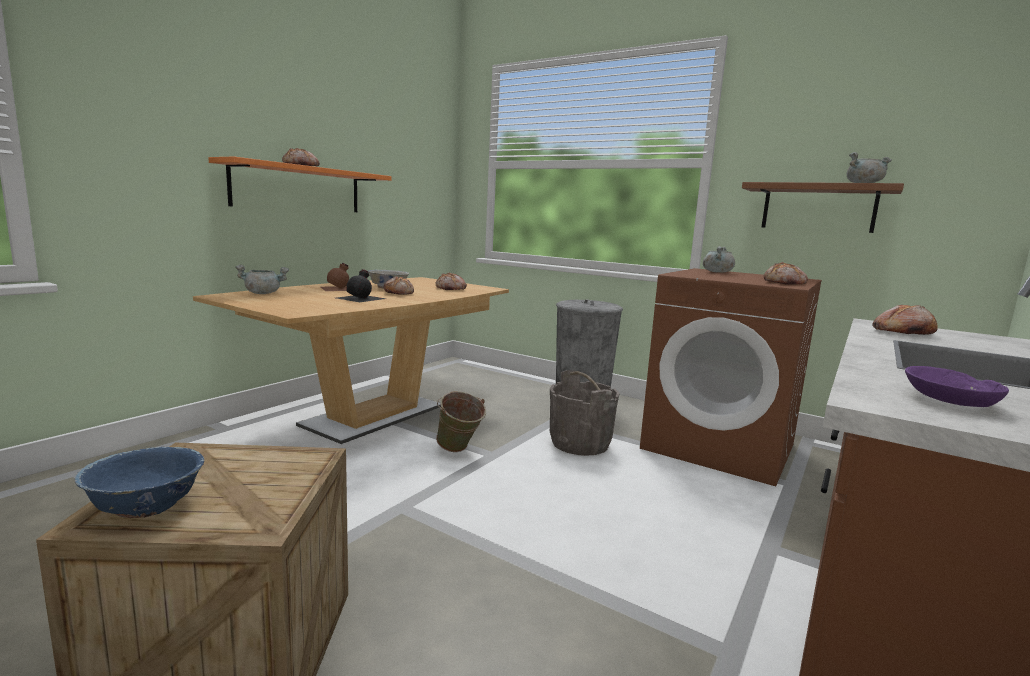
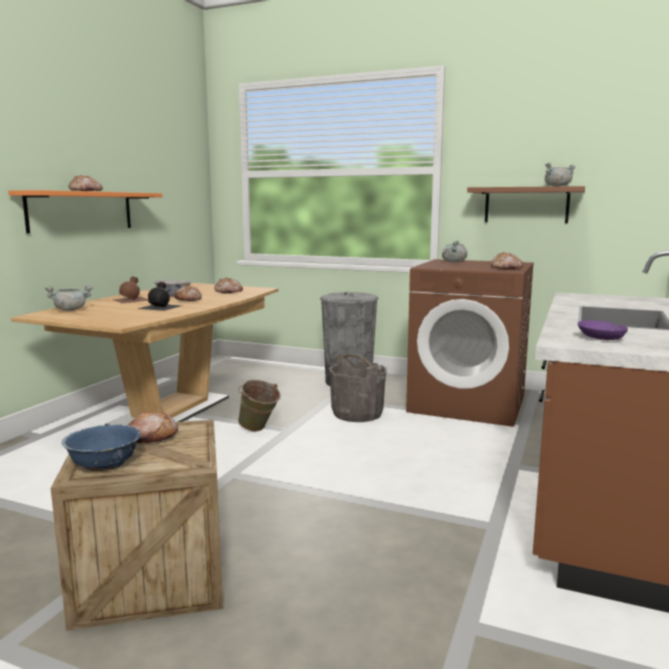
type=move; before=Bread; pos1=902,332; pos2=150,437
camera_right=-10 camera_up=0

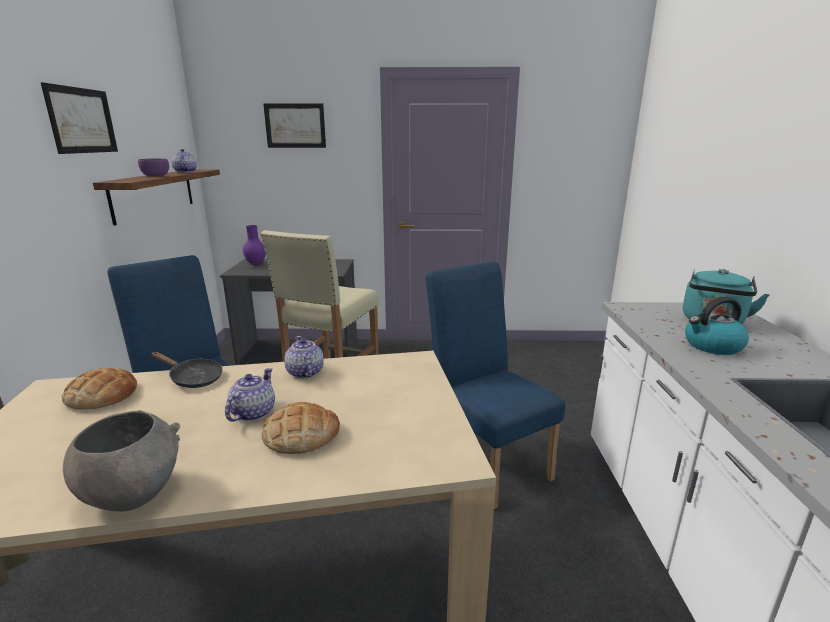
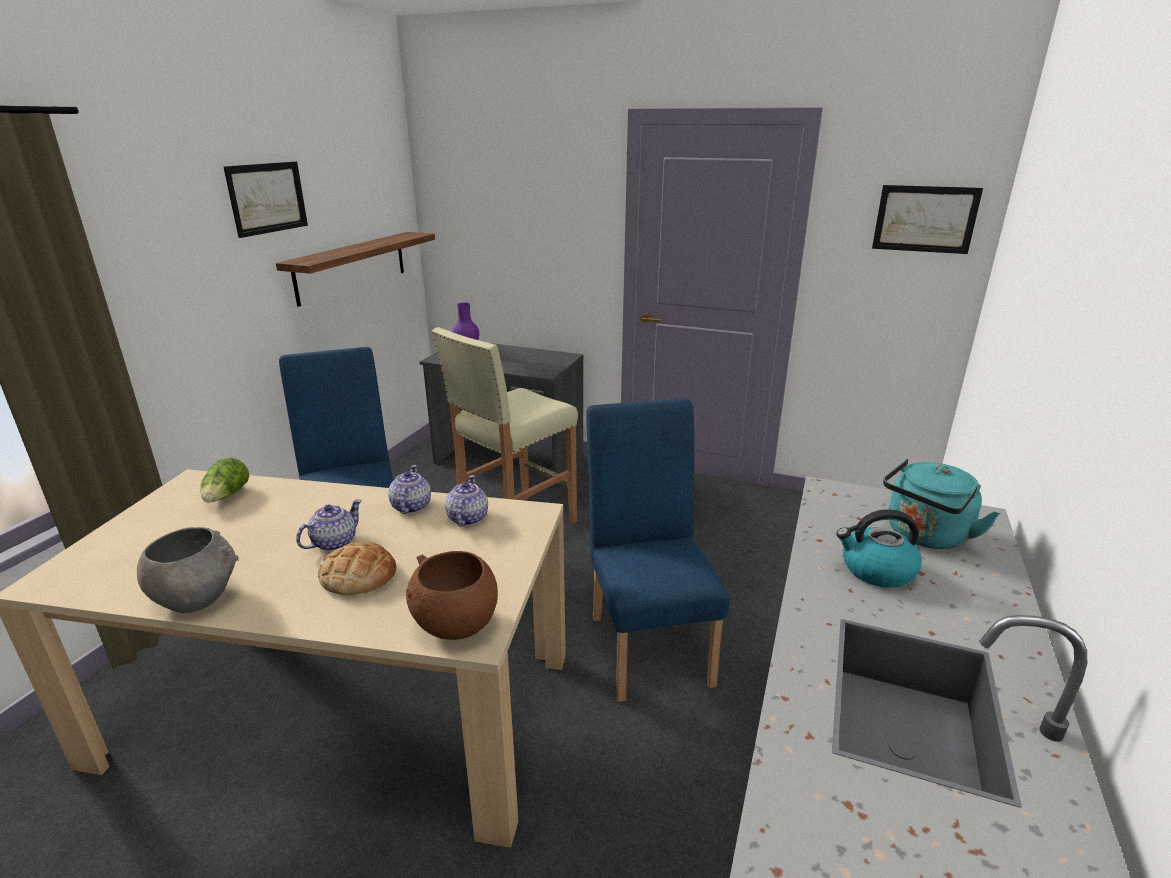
type=delete; before=PurpleBowl; pos1=156,176
type=delete; before=BlackColouredPan; pos1=193,378
type=insert; after=BrownColouredBowl; pos2=455,626
type=move; before=TeaPot; pos1=185,172; pos2=467,518
type=move; before=WallArt; pos1=295,125; pos2=925,219
type=replace; before=Bread; after=LettuceHead; pos1=102,395; pos2=227,496
camera_right=20 camera_up=5

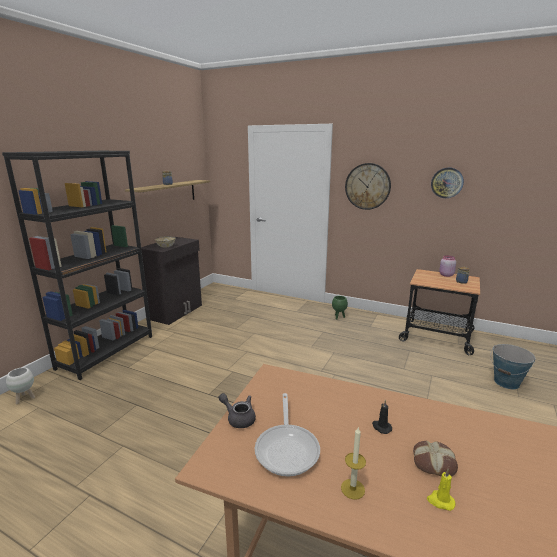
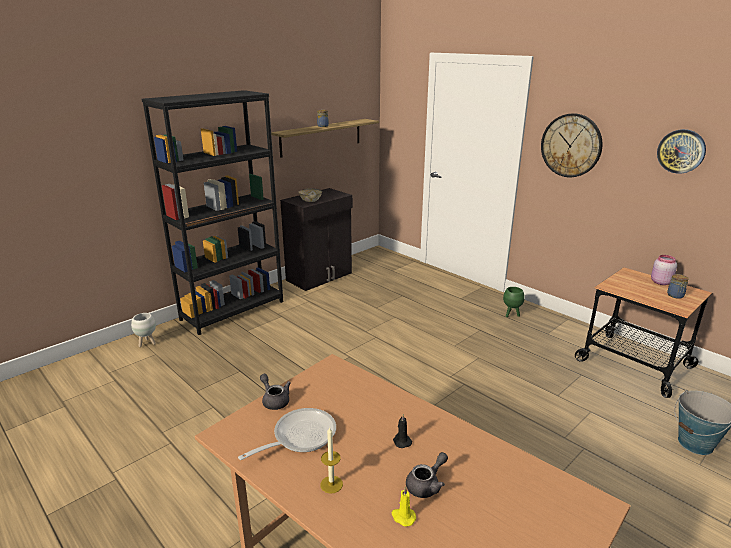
type=replace; before=Bread; after=GreyishTeaPot; pos1=434,462; pos2=426,485
type=rotate; before=Pan; pos1=287,448; pos2=299,436; turn=-150
camera_right=20 camera_up=5

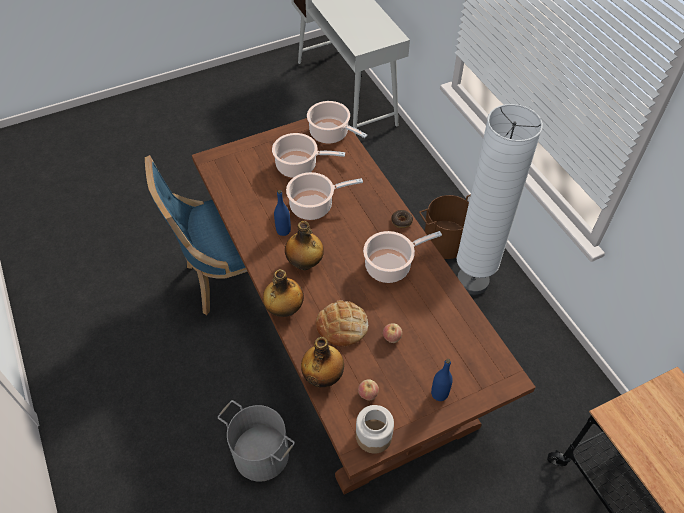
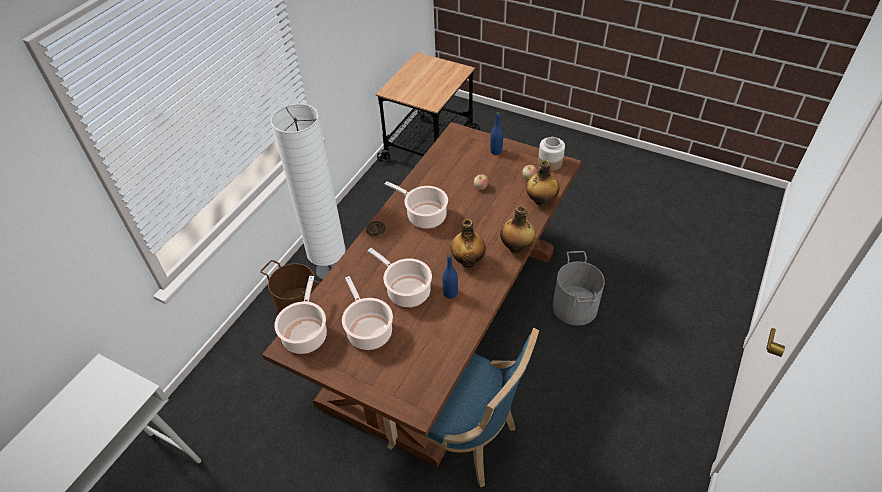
type=delete; before=Bread; pos1=342,326
camera_right=-125 camera_up=-5

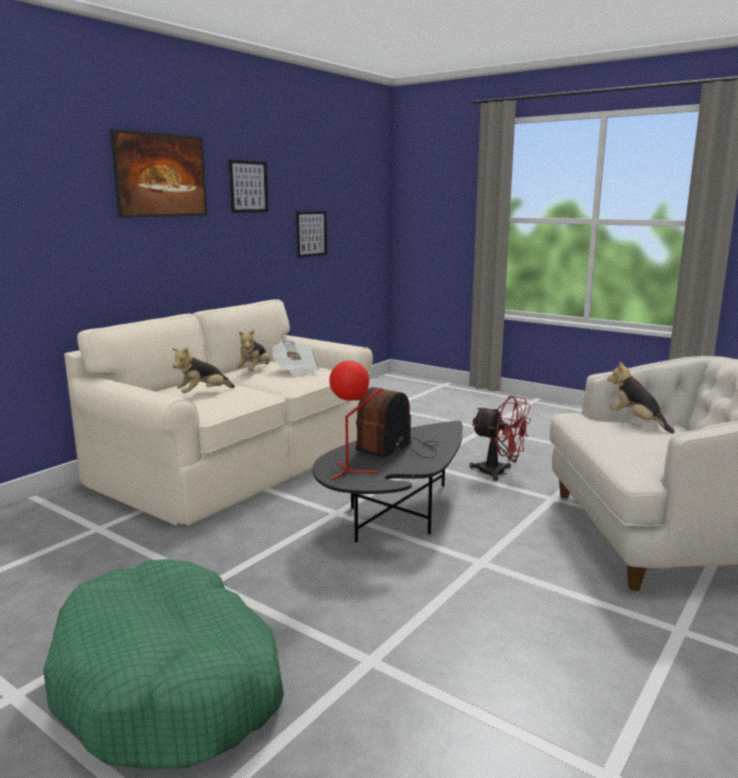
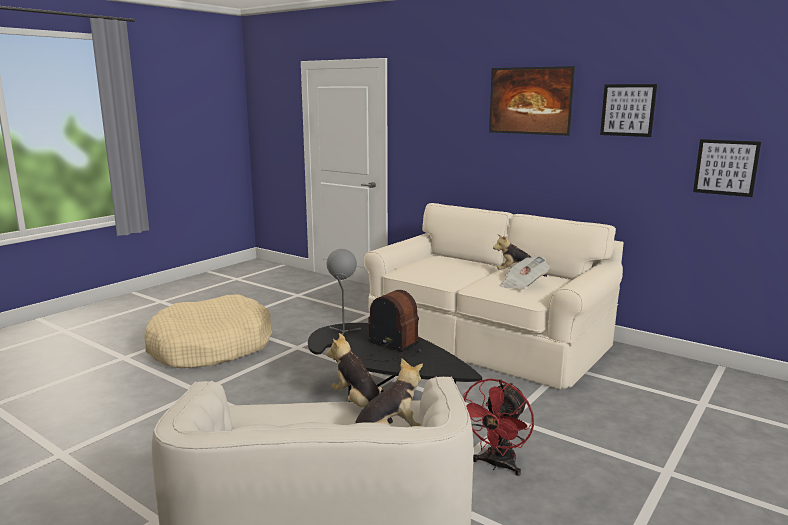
type=move; before=PlushToy; pos1=203,394; pos2=359,405
type=recolor; before=GreenDogCushion; after=BeigeColouredDogCushion; pos1=170,685; pos2=210,347
type=recolor; before=RedColouredTabletopLamp; after=GreyishTabletopLamp; pos1=351,472; pos2=343,333
camera_right=90 camera_up=0

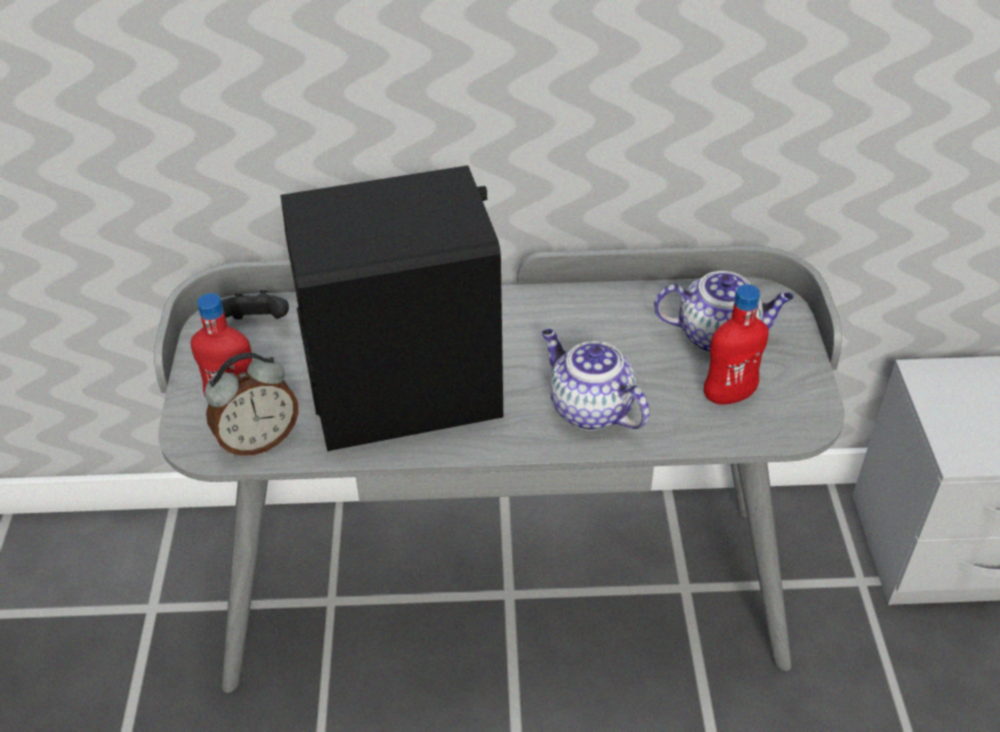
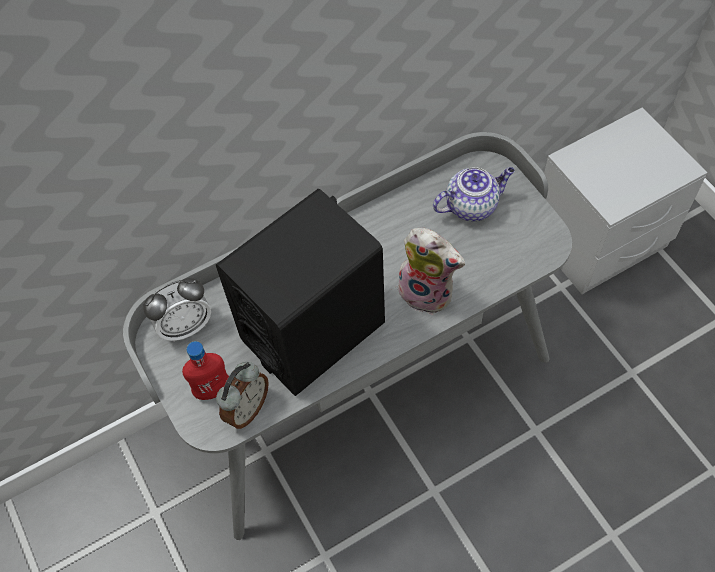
type=delete; before=RedColouredDrinkBottle; pos1=729,395
type=replace; before=BlackColouredGameController; after=TableClock; pos1=258,324; pos2=185,326
type=replace; before=TeaPot; after=PlushToy; pos1=589,409; pos2=428,292
camera_right=-25 camera_up=15

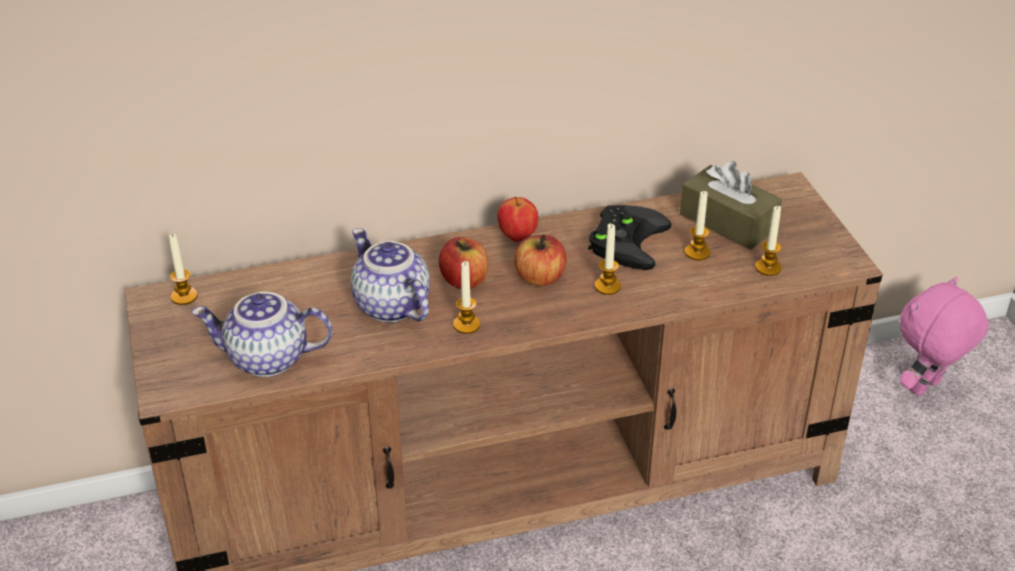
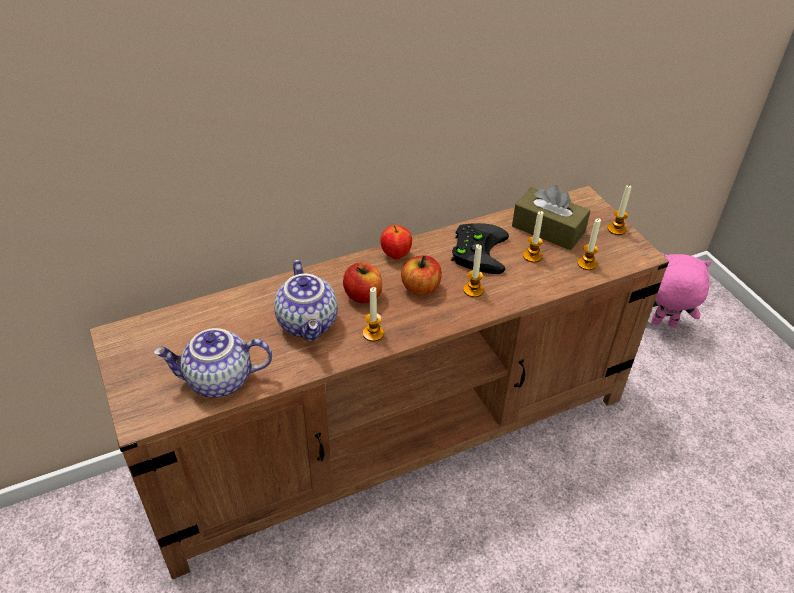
type=move; before=WaxCandle; pos1=184,296; pos2=616,229
type=rotate; before=TeaPot; pos1=389,306; pos2=309,323; turn=-150
type=rotate; before=PinkishPlushToy; pos1=926,388; pos2=663,324; turn=60
camera_right=-10 camera_up=5

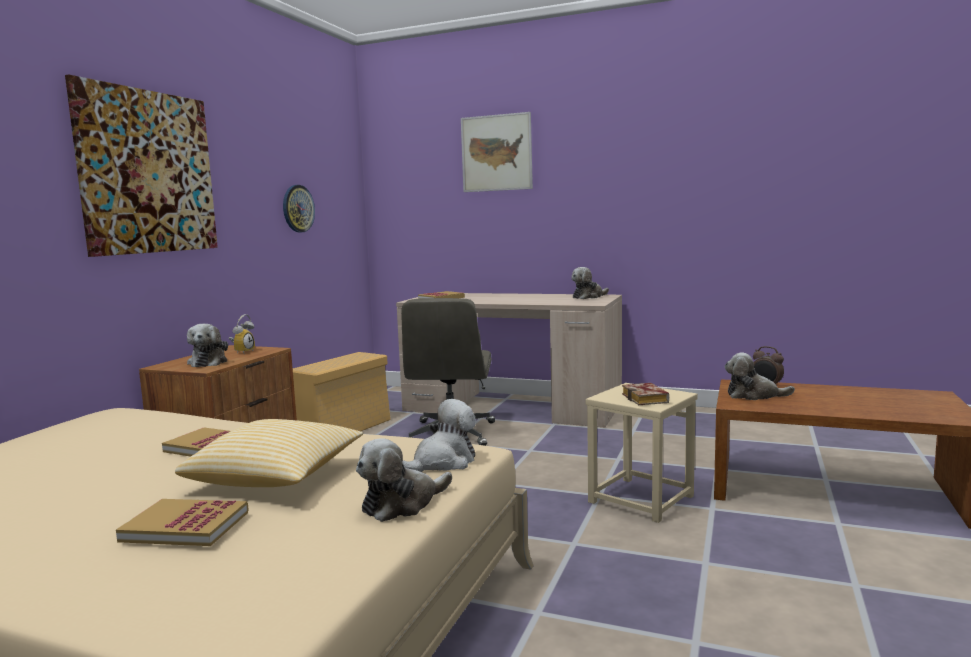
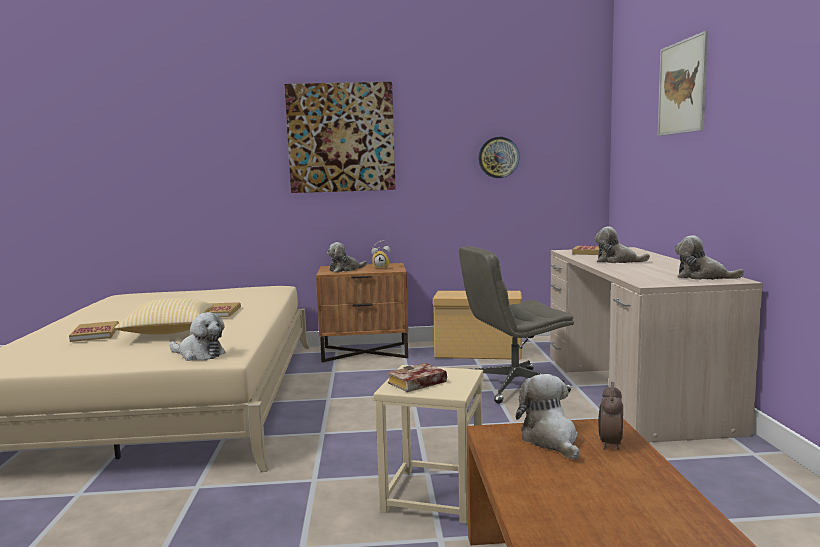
type=move; before=PlushToy; pos1=402,504; pos2=617,261
camera_right=65 camera_up=0

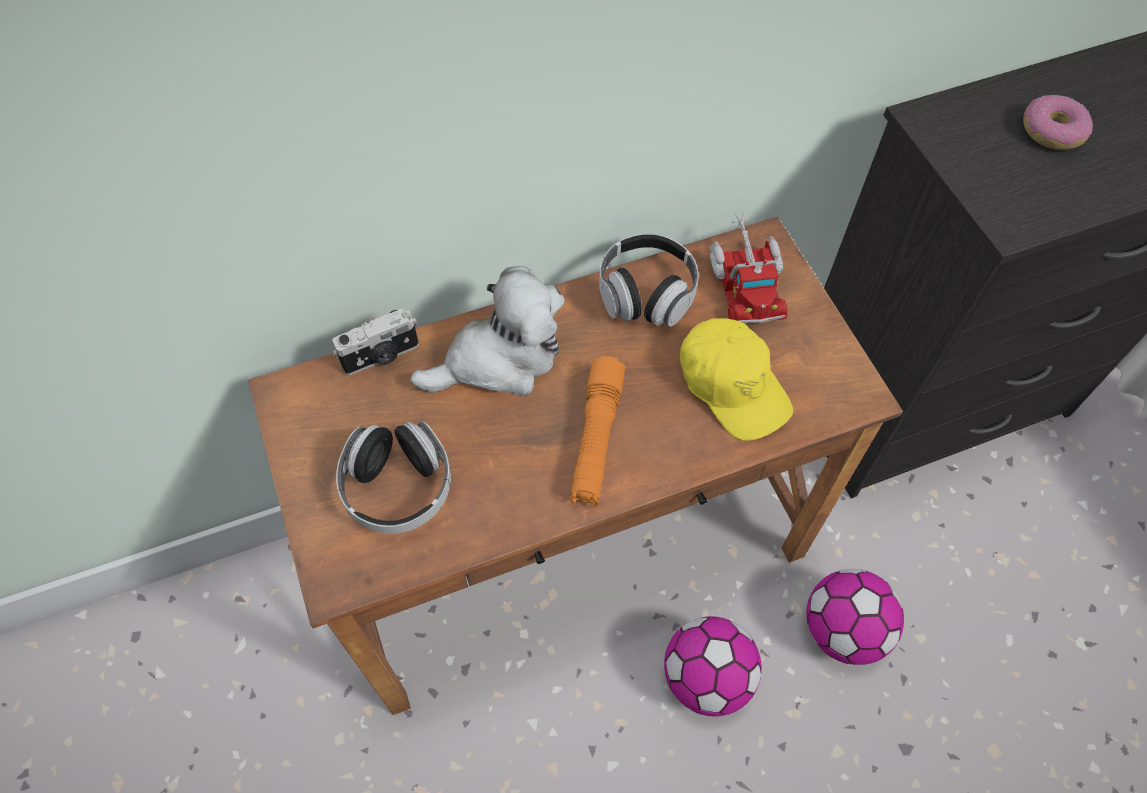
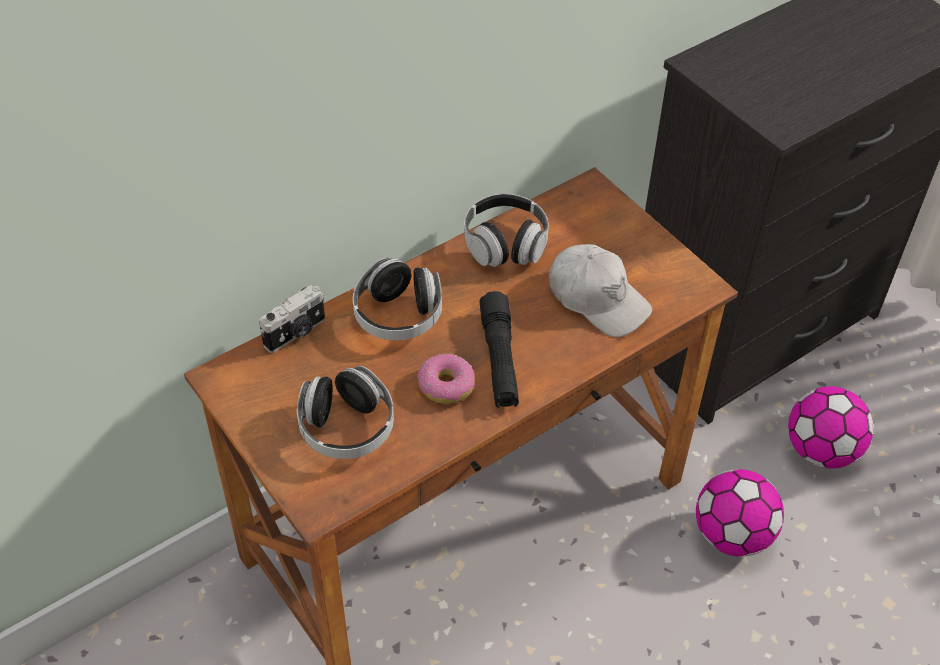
type=delete; before=ToyLorry; pos1=745,280
type=move; before=BallForFootball; pos1=706,677; pos2=821,450
type=move; before=Doughnut; pos1=1051,131; pos2=446,385
type=replace; before=PlushToy; after=Headphones; pos1=499,359; pos2=398,316
type=recolor; before=OrangeFlashlight; after=BlackColouredFlashlight; pos1=596,438; pos2=499,359
type=recolor; before=YellowBaseballCap; after=WhiteBaseballCap; pos1=732,385; pos2=597,299
camera_right=-15 camera_up=-10

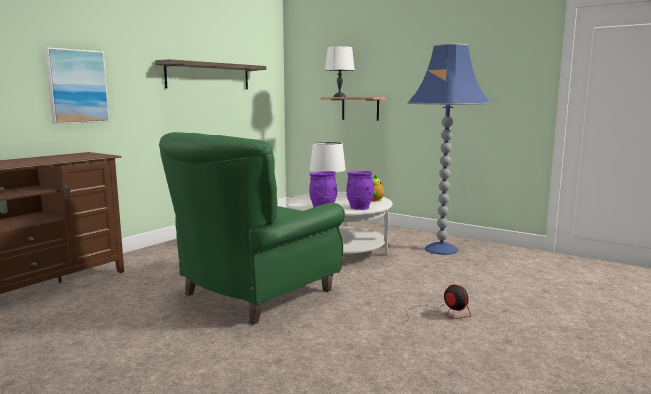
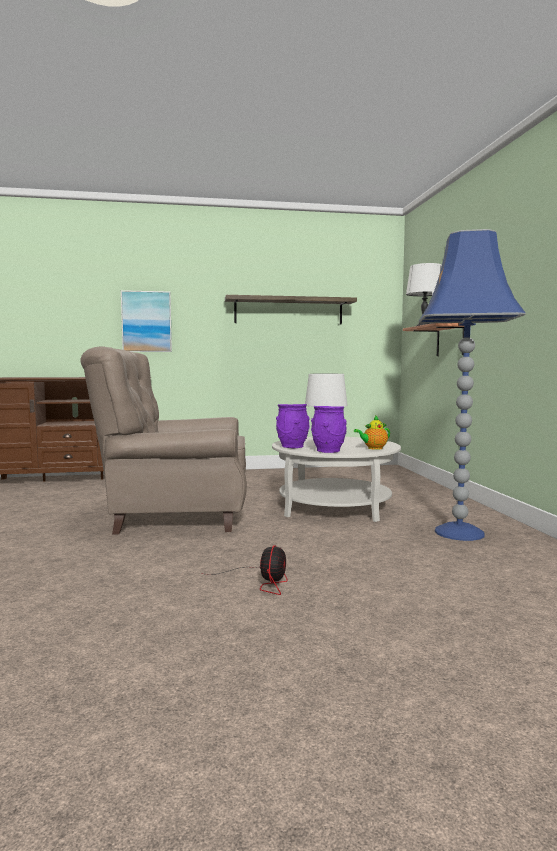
type=recolor; before=GreenEasyChair; after=BeigeColouredEasyChair; pos1=253,294; pos2=172,516
camera_right=45 camera_up=-5

